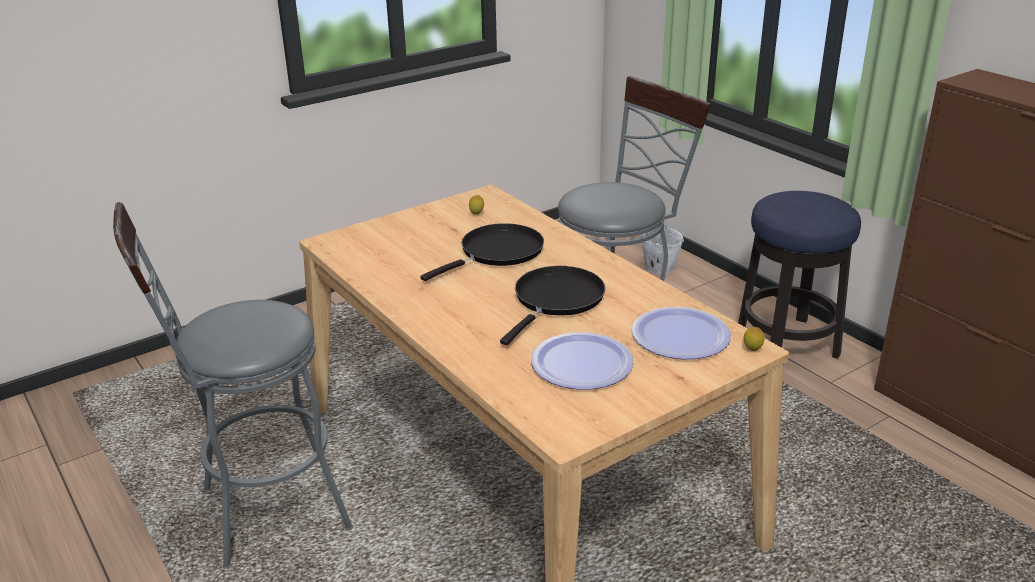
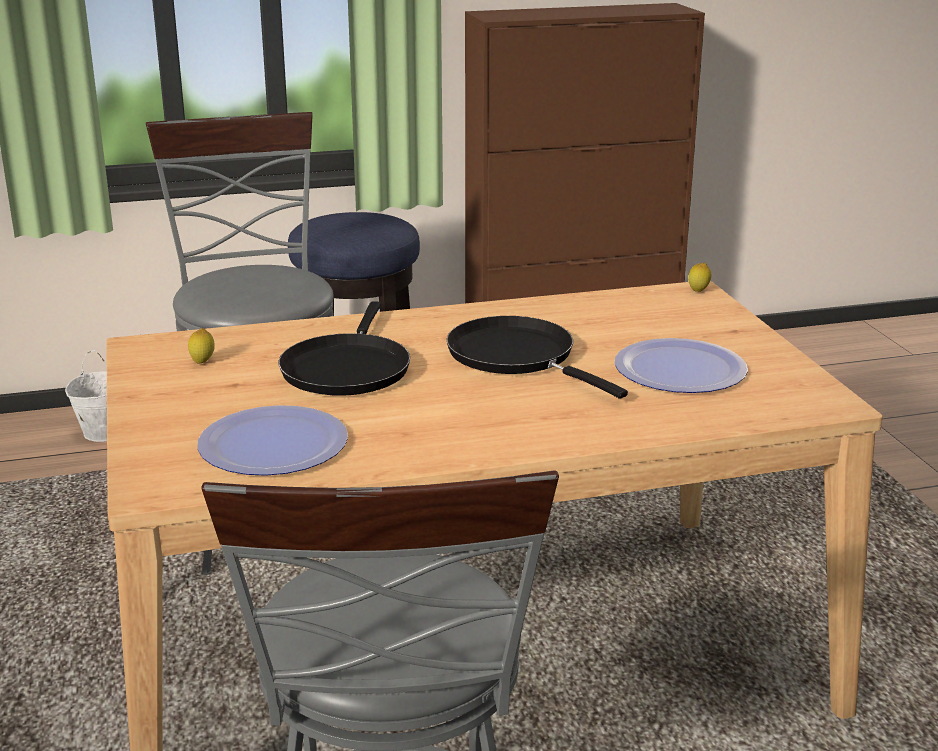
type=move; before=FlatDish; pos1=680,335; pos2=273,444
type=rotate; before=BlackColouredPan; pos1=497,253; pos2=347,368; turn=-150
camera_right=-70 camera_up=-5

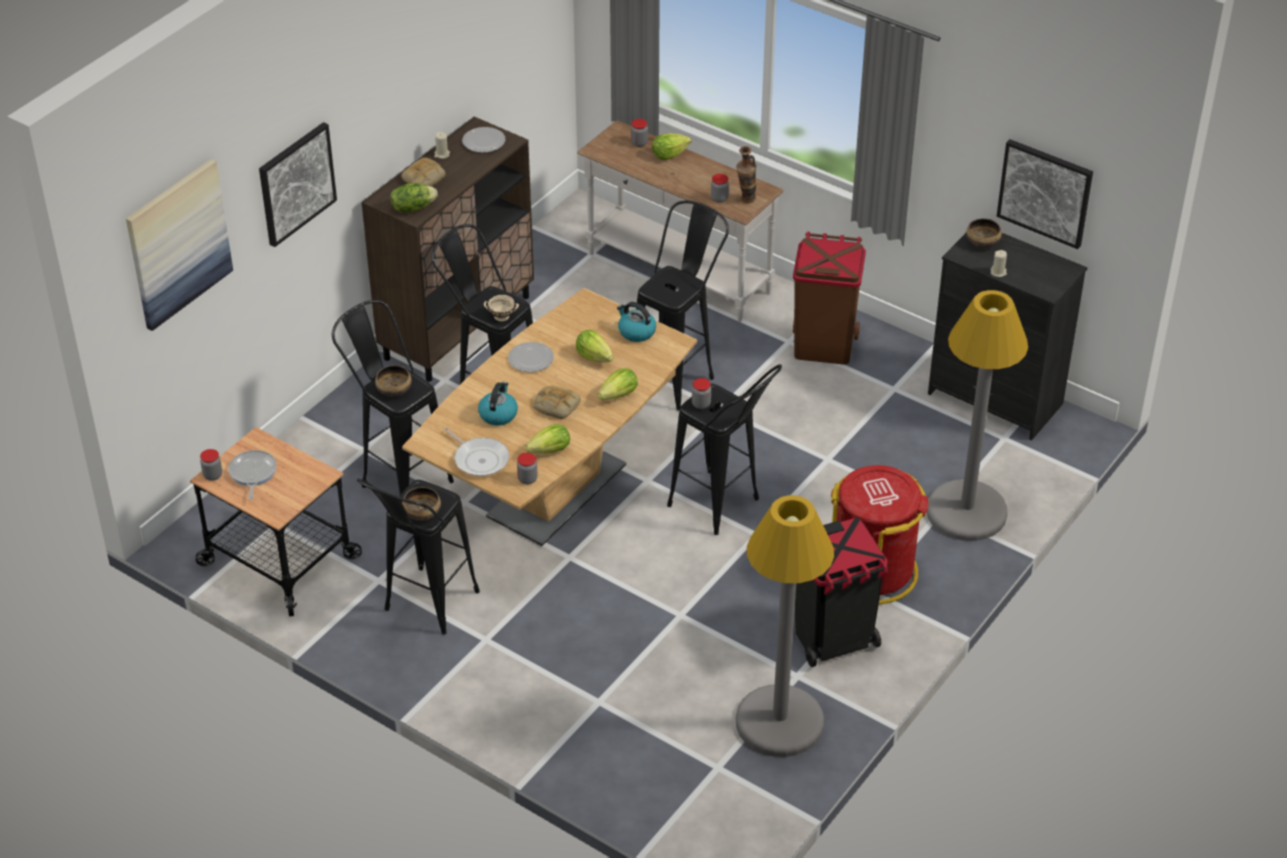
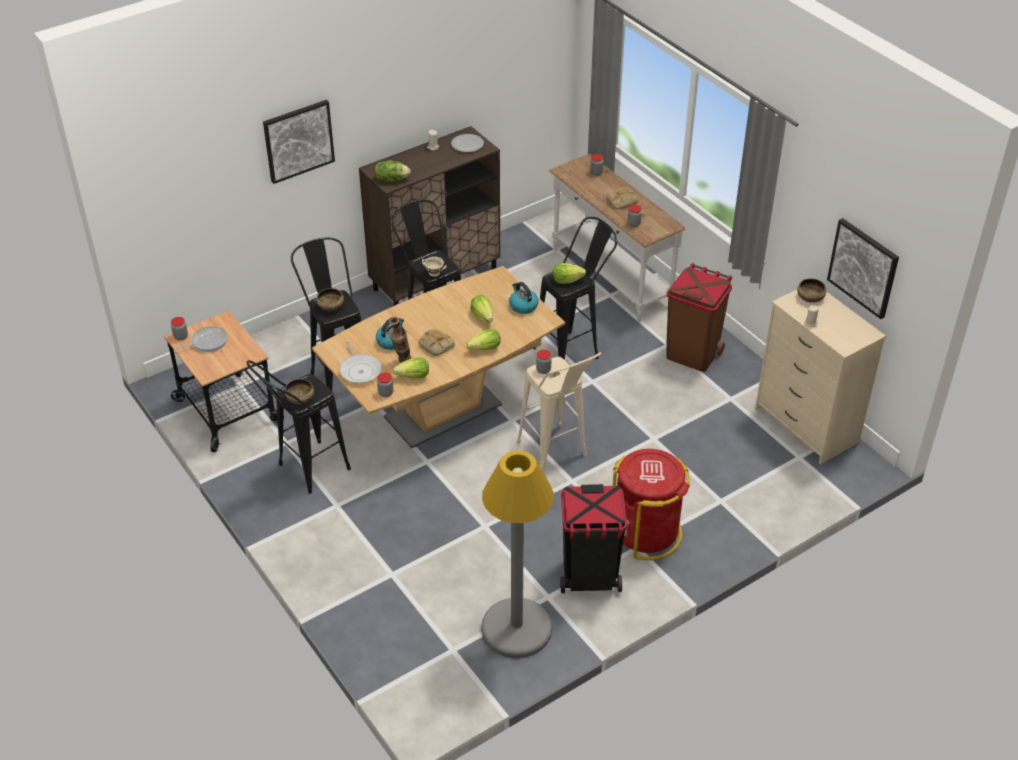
type=delete; before=WallArt; pos1=178,243
type=delete; before=FlatDish; pos1=530,359
type=delete; before=GreyishStandingLamp; pos1=966,512
type=move; before=Bread; pos1=423,178; pos2=621,201
type=move; before=LettuceHead; pos1=669,155; pos2=566,280
type=move; before=DecorativeVase; pos1=746,201; pos2=401,362
type=recolor; before=BlackColouredStool; after=BeigeColouredStool; pos1=724,509; pos2=557,456
type=recolor; before=BlackColouredDresser; after=BeigeColouredDresser; pos1=994,399; pos2=805,425
type=rotate; before=Pan; pos1=252,473; pos2=207,342; turn=45
camera_right=20 camera_up=0

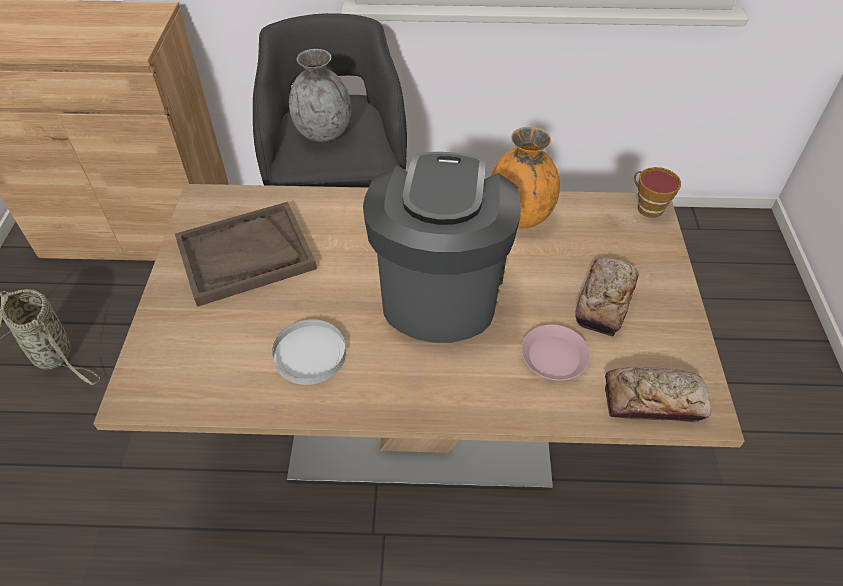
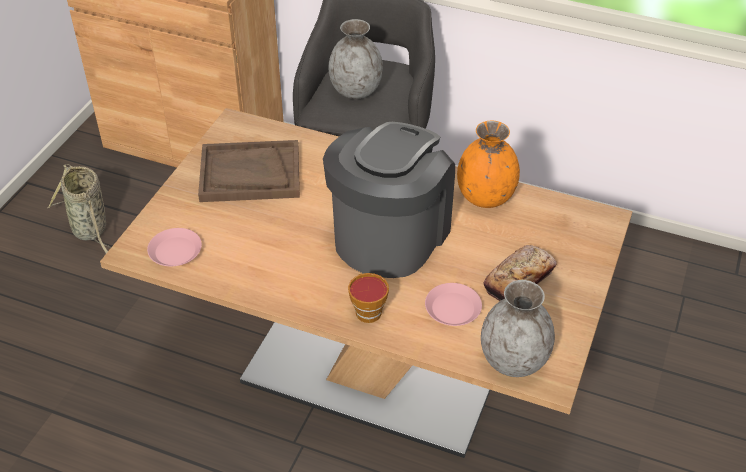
type=delete; before=WhiteFlatDish; pos1=310,354
type=insert; after=PinkishFlatDish; pos2=175,251
type=move; before=DrinkingCup; pos1=647,207; pos2=367,310
type=replace; before=Bread; after=GreyishDecorativeVase; pos1=653,400; pos2=514,360
camera_right=20 camera_up=-5

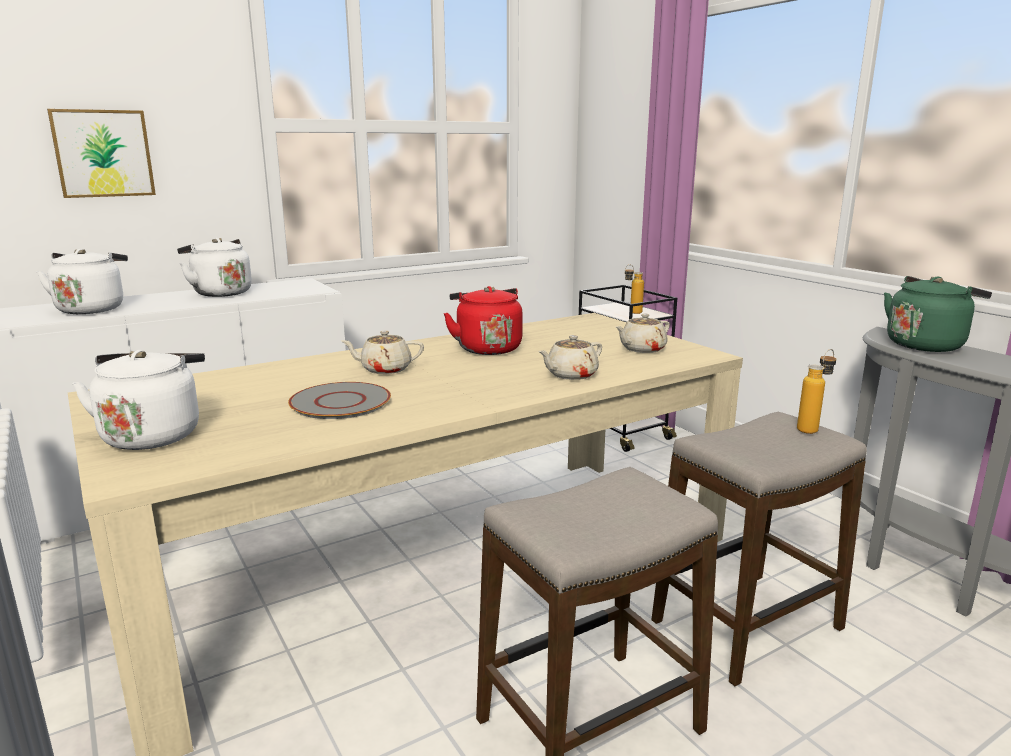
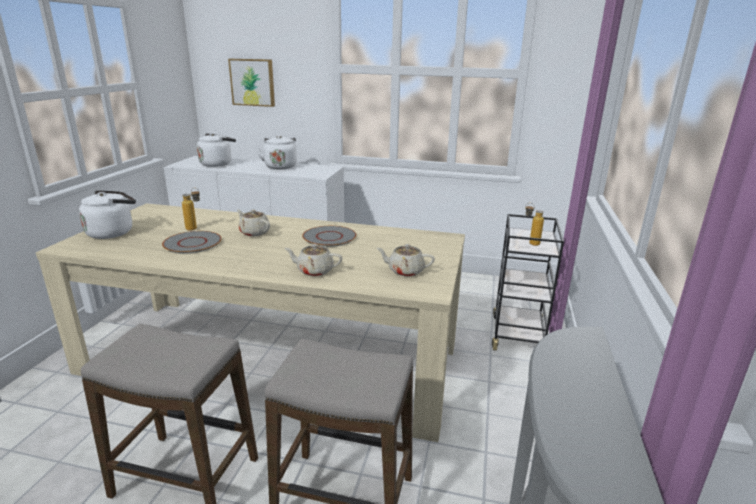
type=delete; before=GreenTeaKettle; pos1=926,345
type=move; before=DrinkBottle; pos1=812,428; pos2=195,229
type=replace; before=RedColouredTeaKettle; after=GreyishFlatDish; pos1=486,348; pos2=329,237
camera_right=45 camera_up=5

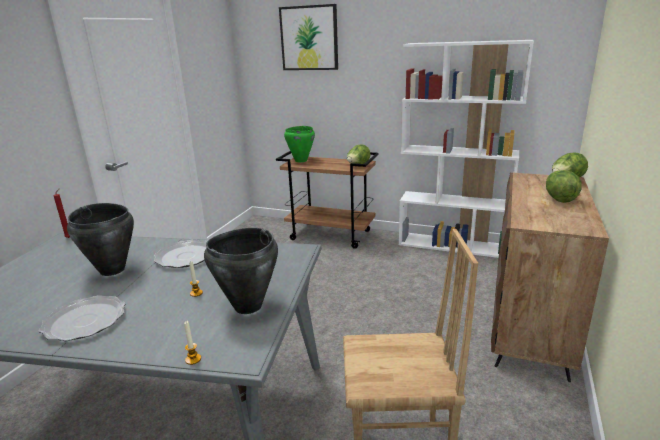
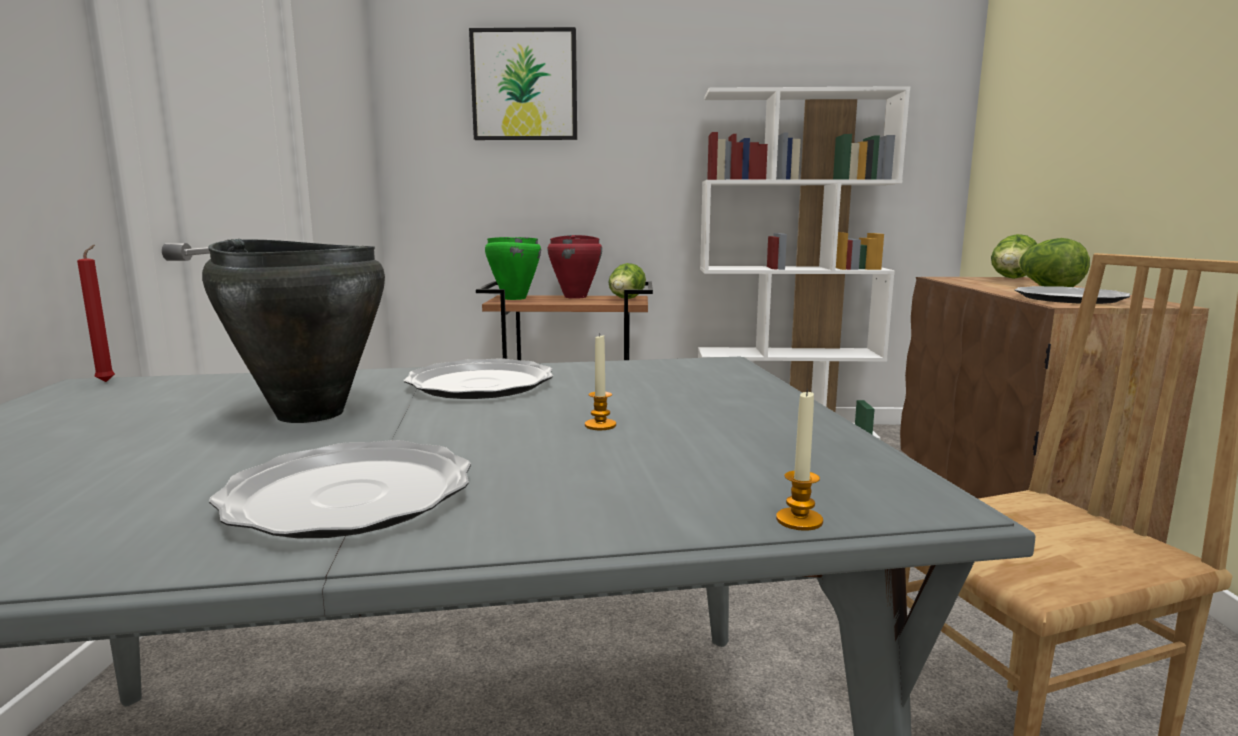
type=delete; before=BlackColouredCookingPot; pos1=247,306
type=insert; after=RedColouredCookingPot; pos2=576,297
type=insert; after=FlatDish; pos2=1069,299
camera_right=-20 camera_up=-10

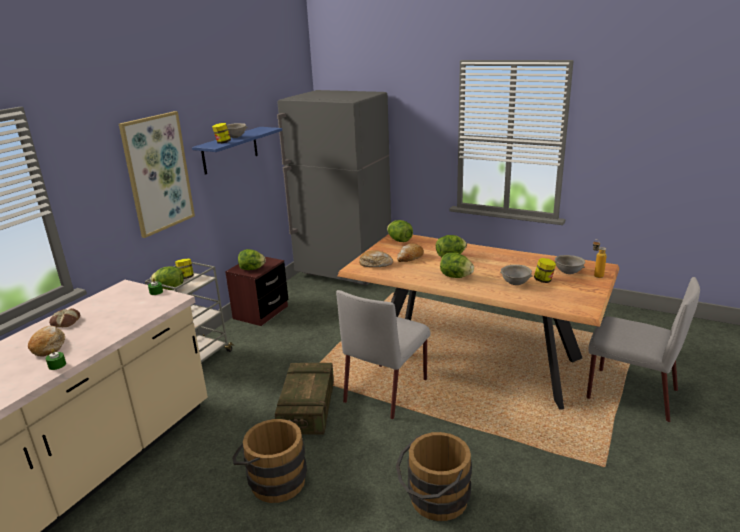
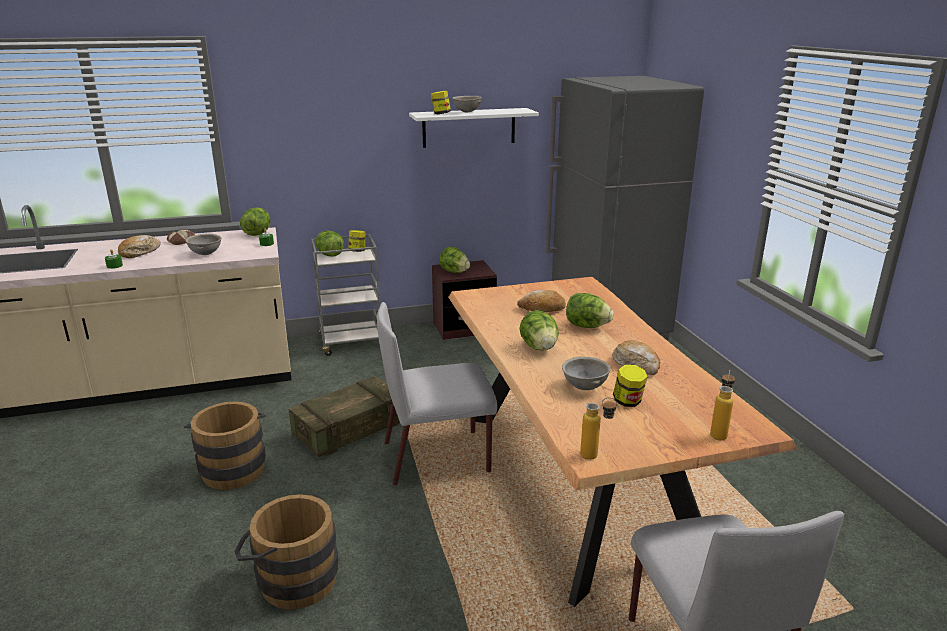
type=delete; before=WallArt; pos1=158,173
type=insert; after=DrinkBottle; pos2=596,456
type=move; before=Bread; pos1=375,264; pos2=636,365
type=move; before=LettuceHead; pos1=399,240; pos2=257,233
type=move; before=GreyishBowl; pos1=568,272; pos2=206,254
type=recolor; before=BluishBracketShelf; after=WhiteBracketShelf; pos1=230,150; pos2=469,127
camera_right=45 camera_up=0

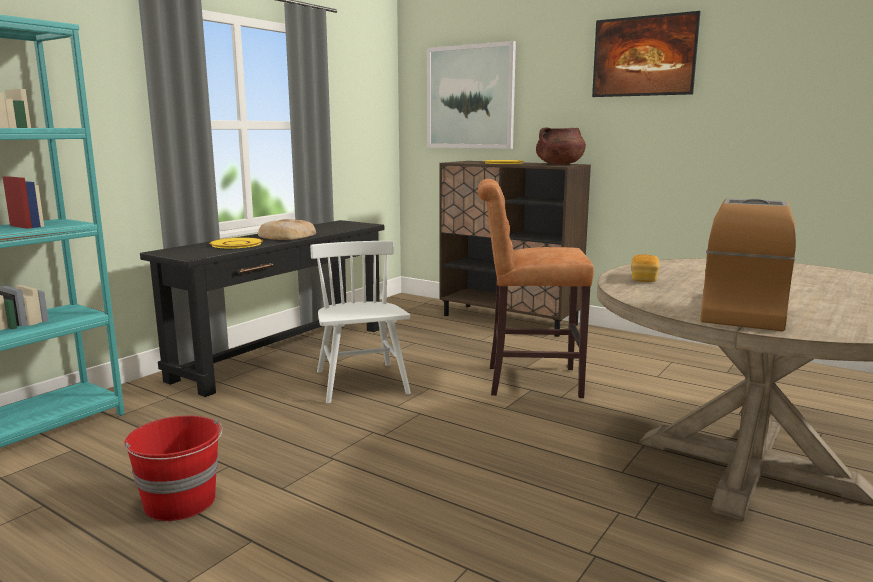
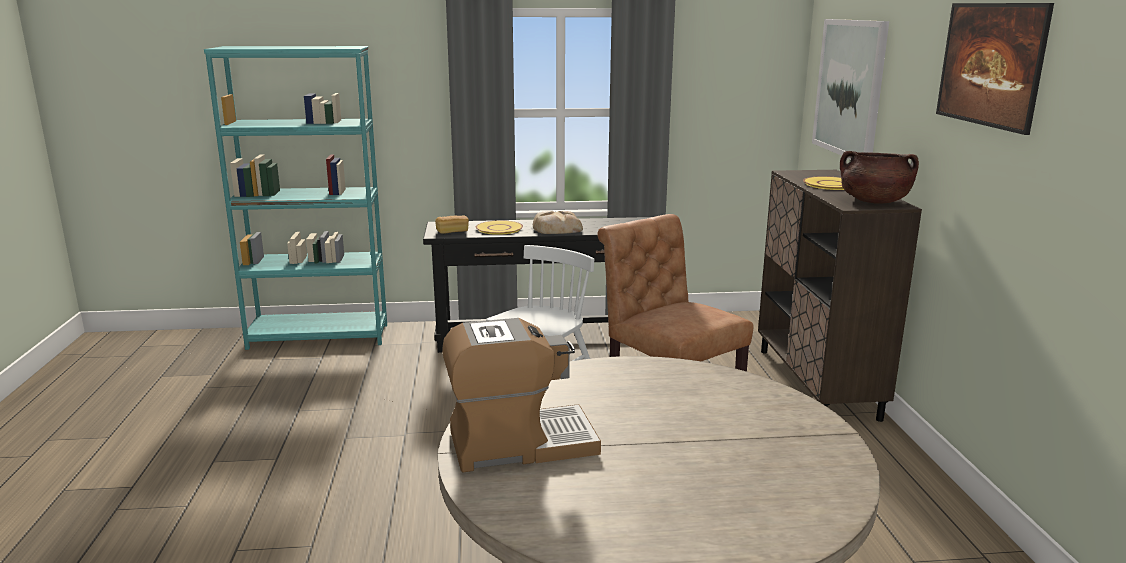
type=delete; before=RedColouredPail; pos1=181,502
type=move; before=Bread; pos1=644,278; pos2=452,231
camera_right=50 camera_up=5

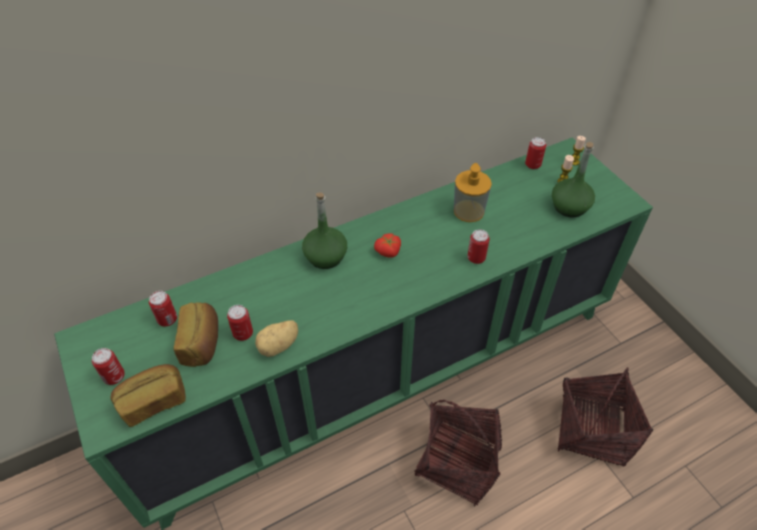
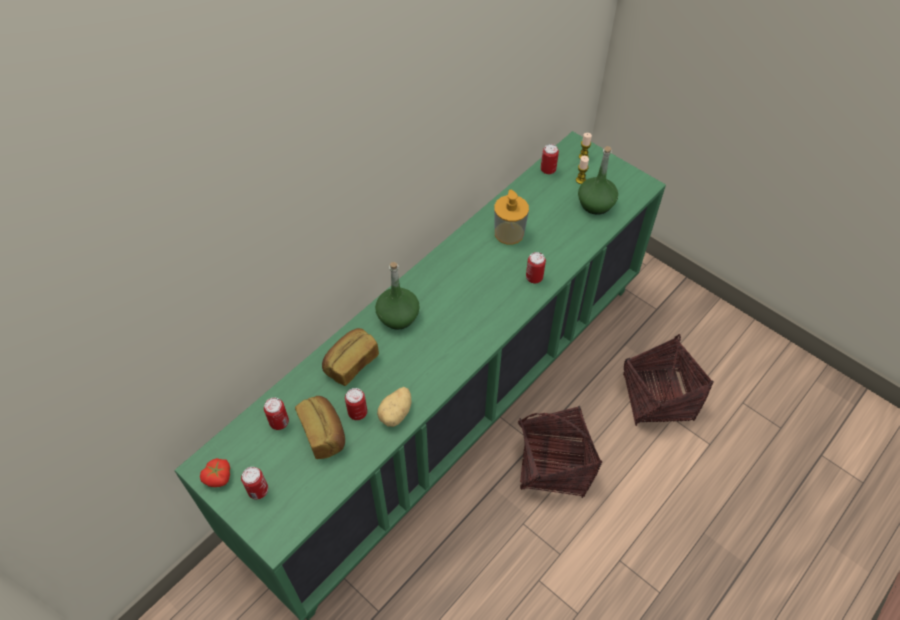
type=move; before=Bread; pos1=153,401; pos2=351,363
type=move; before=WholeTomato; pos1=388,252; pos2=219,477
camera_right=-20 camera_up=5

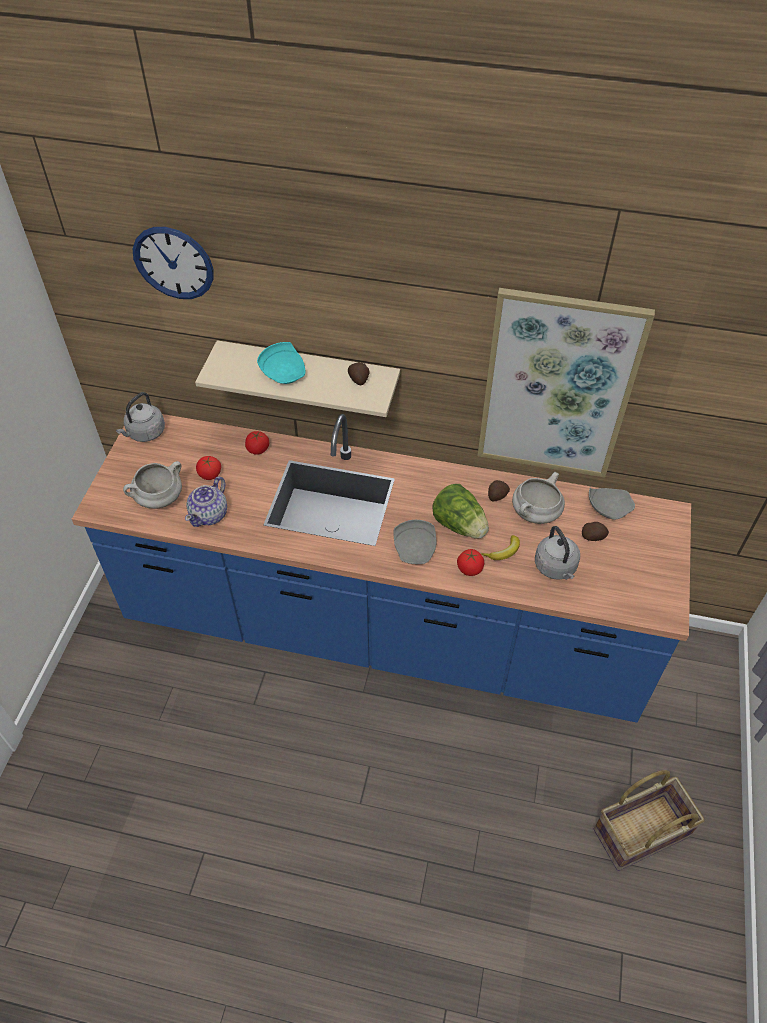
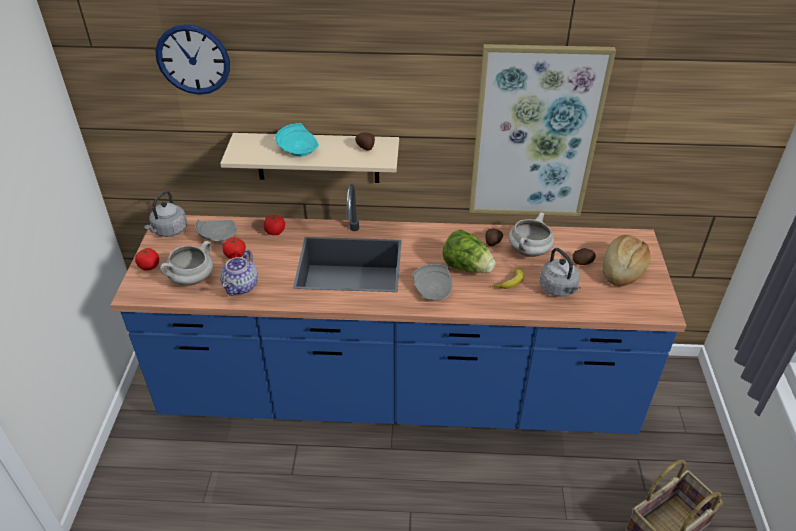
type=insert; after=Bread; pos2=622,269
type=move; before=WholeTomato; pos1=470,569; pos2=149,266
type=move; before=GreyishFlatDish; pos1=608,508; pos2=217,236
camera_right=-10 camera_up=-10

